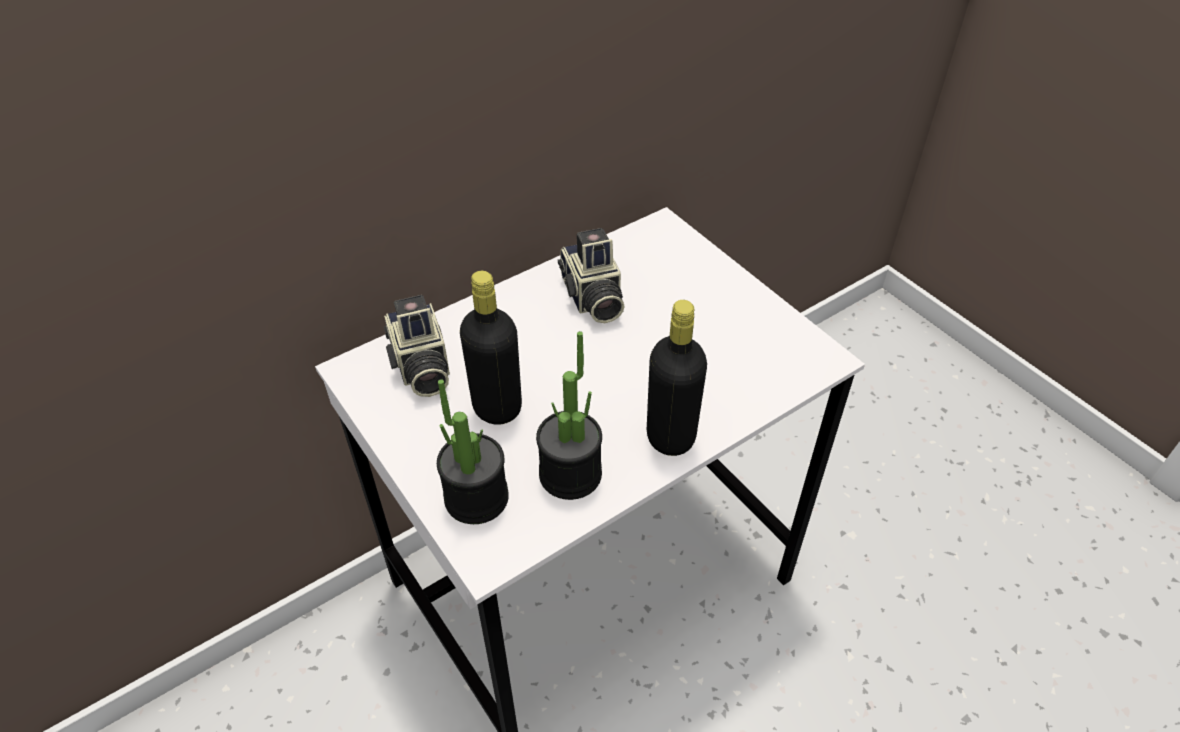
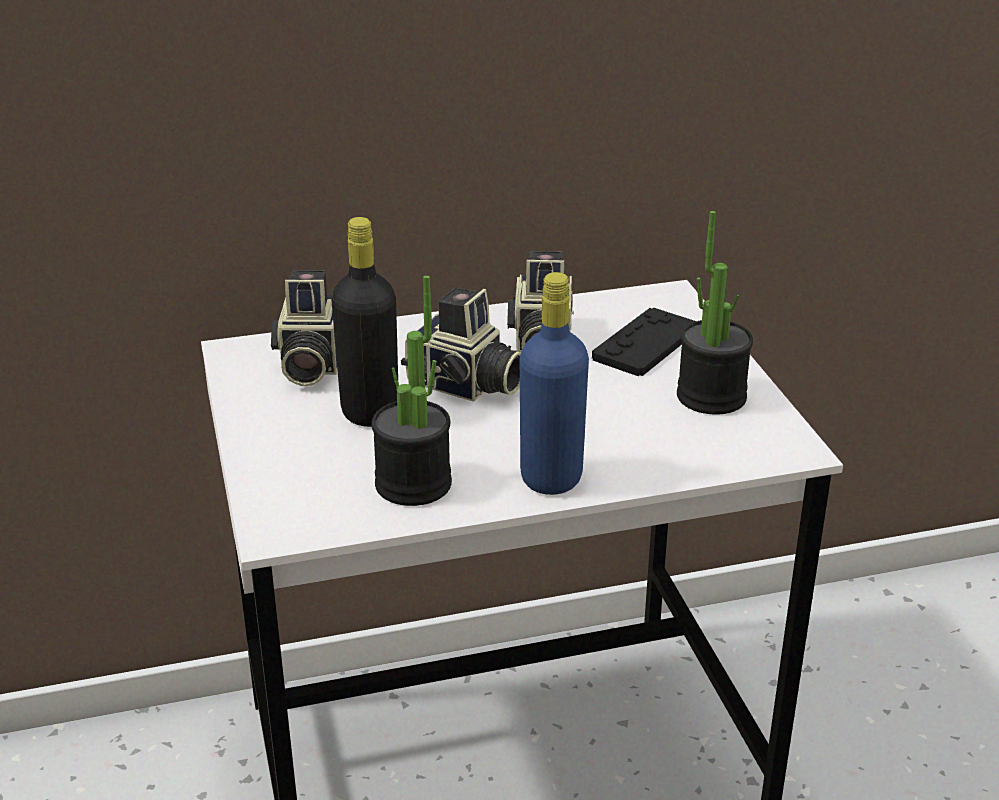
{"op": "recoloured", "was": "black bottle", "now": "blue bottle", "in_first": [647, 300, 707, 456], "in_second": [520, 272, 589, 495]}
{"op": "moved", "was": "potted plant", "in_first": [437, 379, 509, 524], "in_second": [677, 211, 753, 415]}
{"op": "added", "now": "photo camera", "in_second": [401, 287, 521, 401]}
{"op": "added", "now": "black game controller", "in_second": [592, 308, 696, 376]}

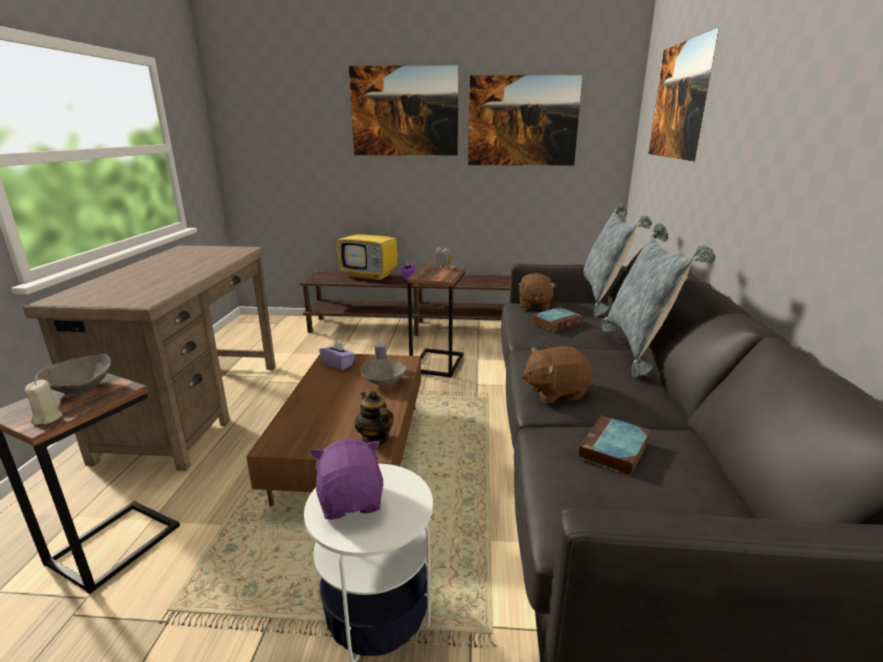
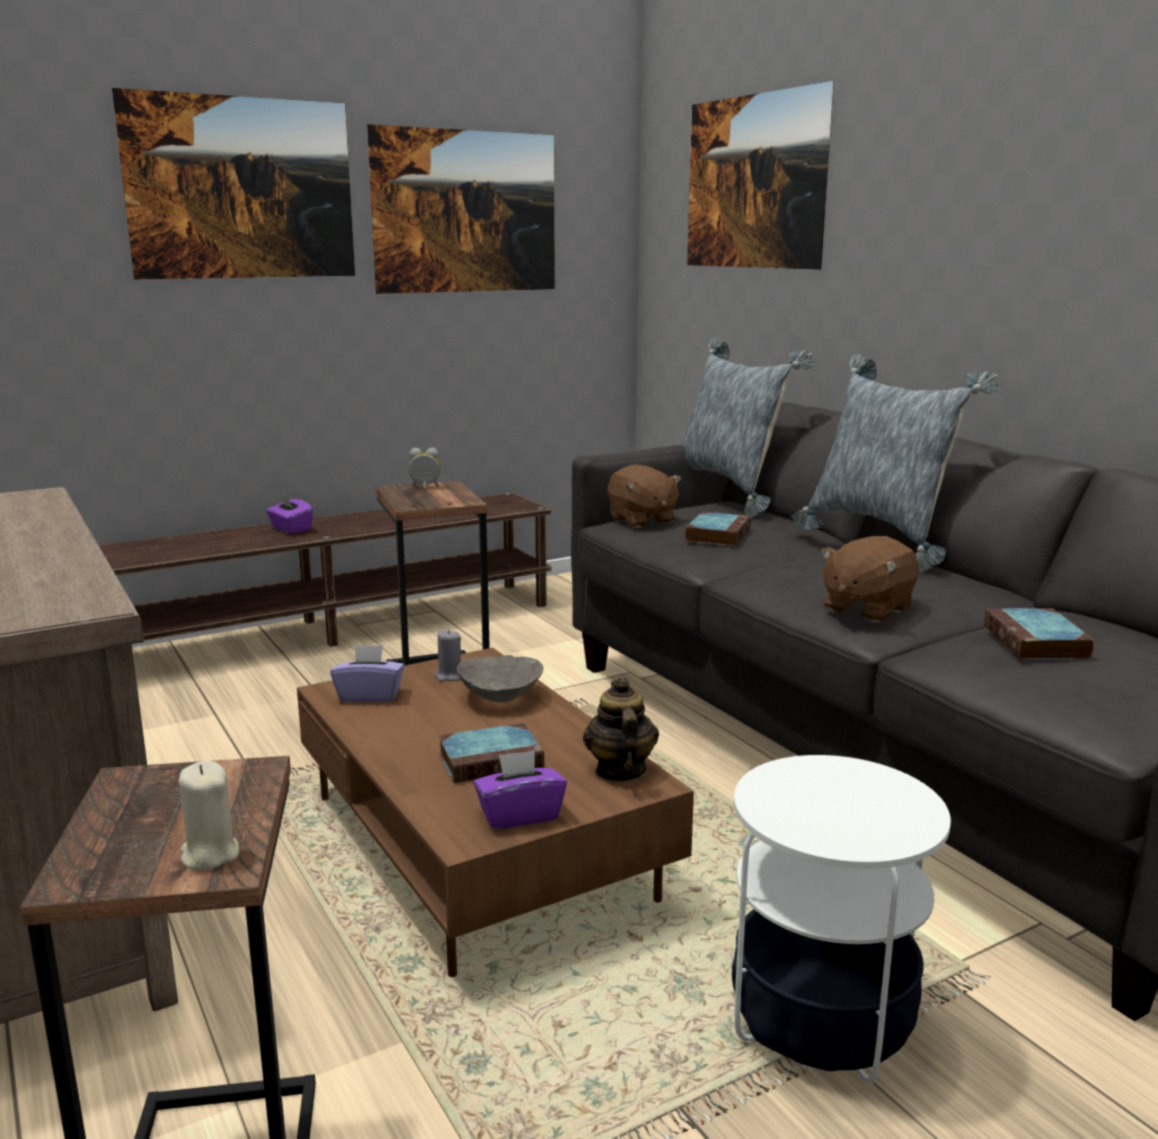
{"op": "removed", "was": "television", "in_first": [338, 214, 398, 281]}
{"op": "removed", "was": "grey bowl", "in_first": [35, 354, 111, 394]}
{"op": "turned", "was": "teapot", "in_first": [355, 391, 394, 445], "in_second": [583, 676, 659, 782], "clockwise": 60}
{"op": "removed", "was": "purple plush toy", "in_first": [310, 439, 383, 520]}
{"op": "added", "now": "book", "in_second": [438, 723, 544, 783]}
{"op": "added", "now": "purple tissue box", "in_second": [473, 750, 567, 830]}

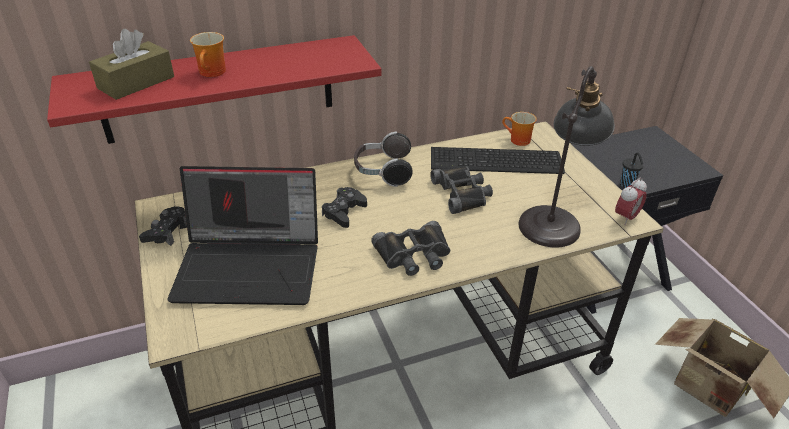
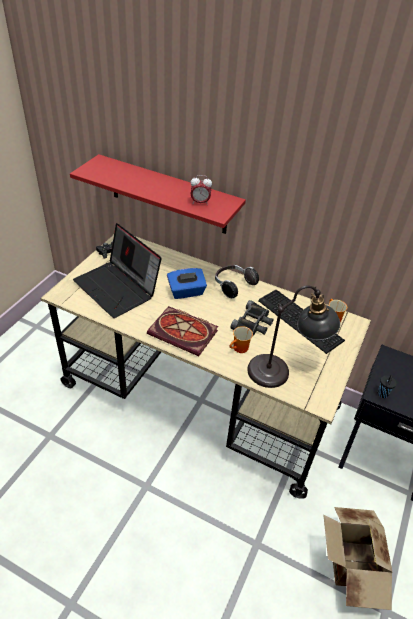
{"op": "removed", "was": "brown tissue box", "in_first": [89, 29, 174, 100]}
{"op": "moved", "was": "mug", "in_first": [190, 32, 226, 77], "in_second": [230, 326, 253, 353]}
{"op": "moved", "was": "alarm clock", "in_first": [615, 177, 647, 225], "in_second": [190, 175, 212, 205]}
{"op": "replaced", "was": "black game controller", "now": "blue tissue box", "in_first": [322, 187, 367, 228], "in_second": [167, 268, 207, 299]}
{"op": "replaced", "was": "black binoculars", "now": "book", "in_first": [371, 221, 450, 276], "in_second": [147, 306, 218, 356]}

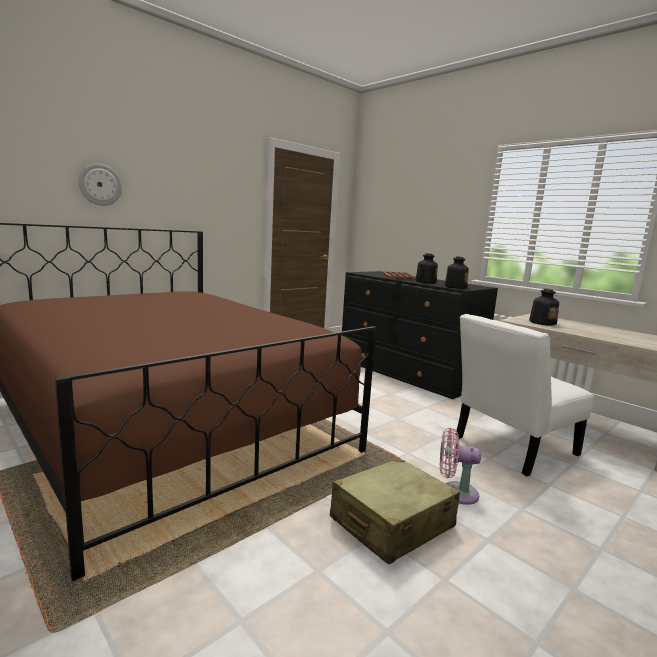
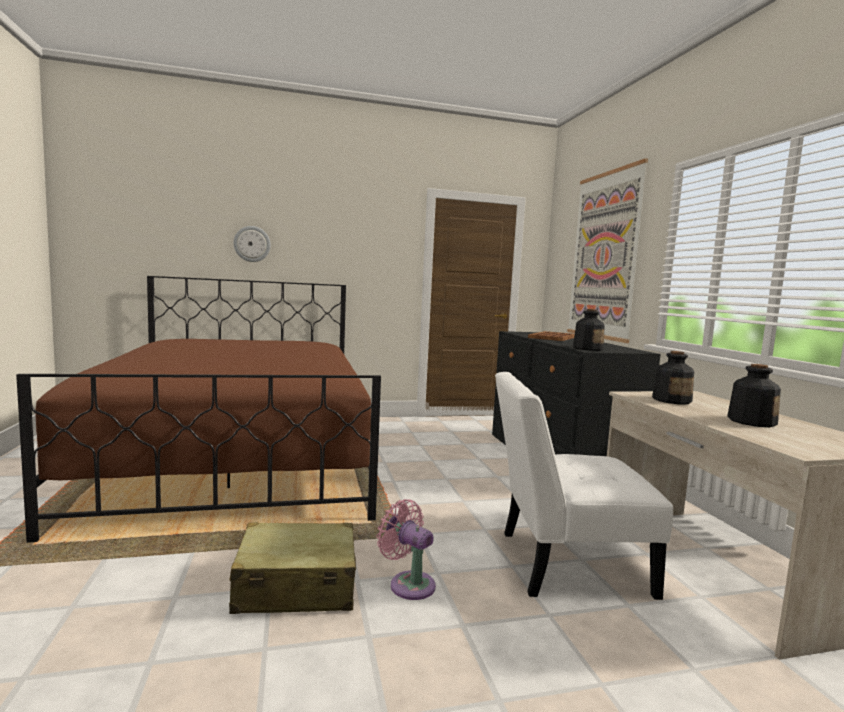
{"op": "moved", "was": "bottle", "in_first": [415, 253, 438, 283], "in_second": [727, 364, 781, 427]}
{"op": "added", "now": "picture", "in_second": [567, 158, 648, 343]}

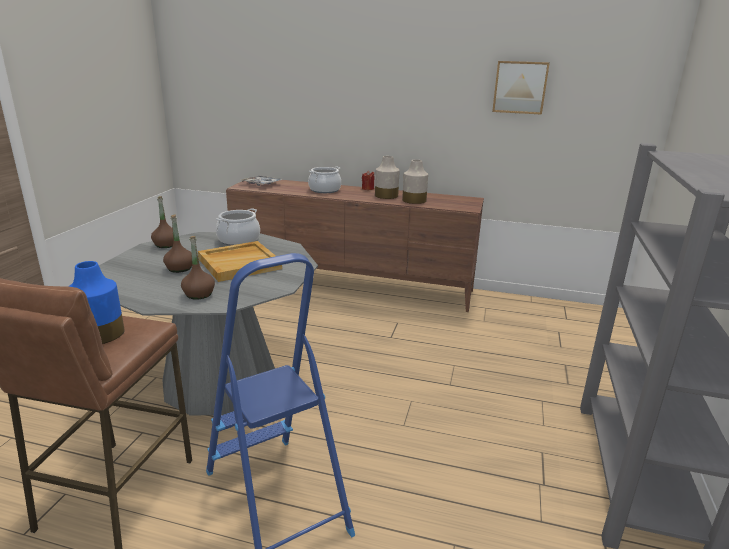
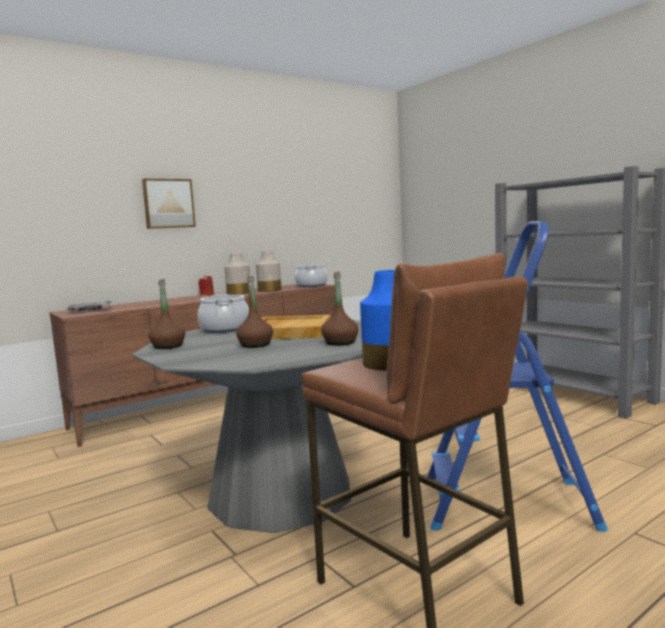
{"op": "moved", "was": "picture", "in_first": [492, 61, 550, 115], "in_second": [142, 179, 196, 229]}
{"op": "moved", "was": "cooking pot", "in_first": [308, 167, 341, 193], "in_second": [295, 264, 328, 287]}

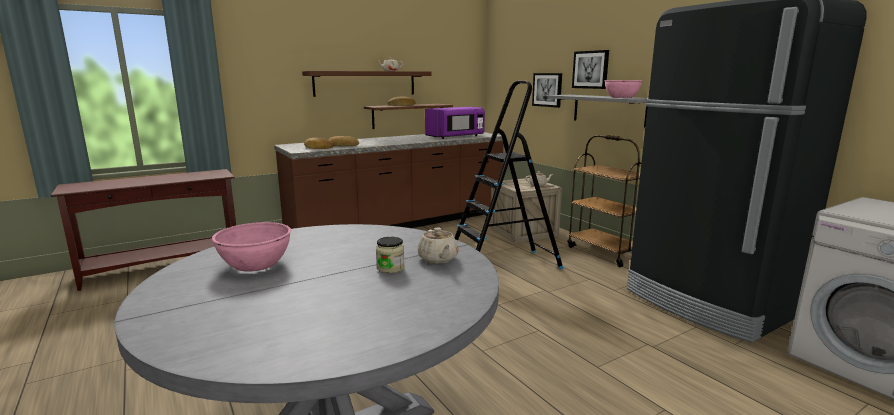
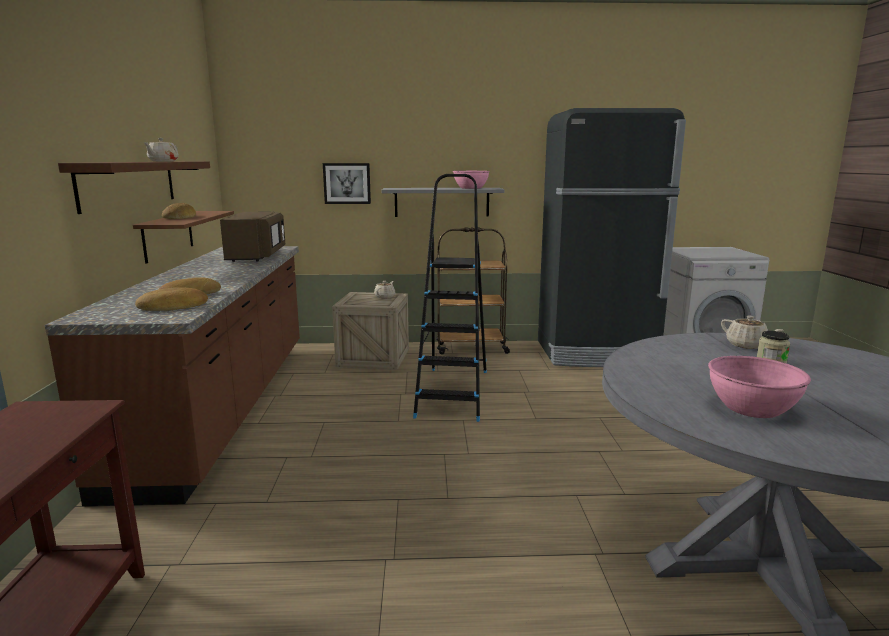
{"op": "removed", "was": "picture", "in_first": [572, 50, 609, 89]}
{"op": "recoloured", "was": "purple microwave", "now": "brown microwave", "in_first": [425, 107, 485, 139], "in_second": [220, 212, 285, 262]}
{"op": "turned", "was": "beige teapot", "in_first": [417, 228, 458, 264], "in_second": [721, 316, 783, 349], "clockwise": 45}

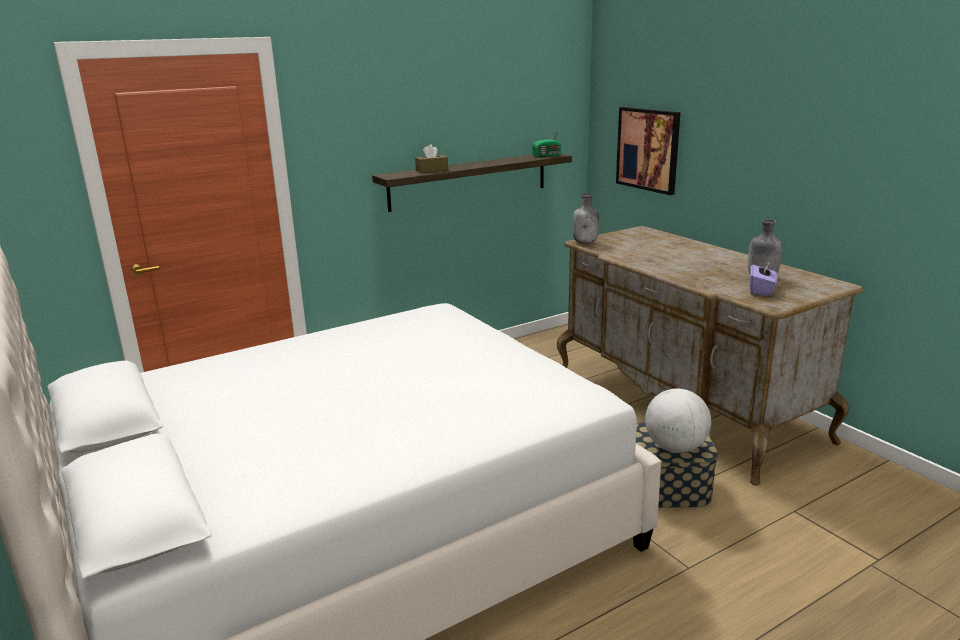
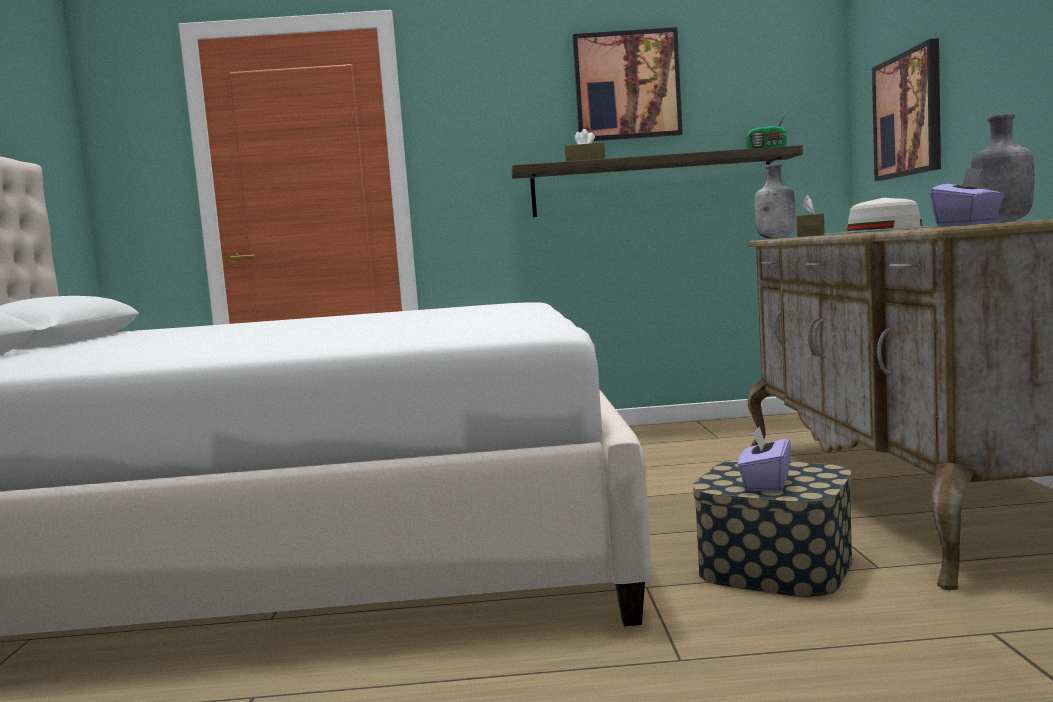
{"op": "replaced", "was": "globe", "now": "purple tissue box", "in_first": [645, 389, 711, 453], "in_second": [738, 427, 791, 492]}
{"op": "added", "now": "picture", "in_second": [572, 27, 683, 141]}
{"op": "added", "now": "brown tissue box", "in_second": [797, 195, 825, 237]}
{"op": "added", "now": "white hat", "in_second": [825, 198, 938, 234]}

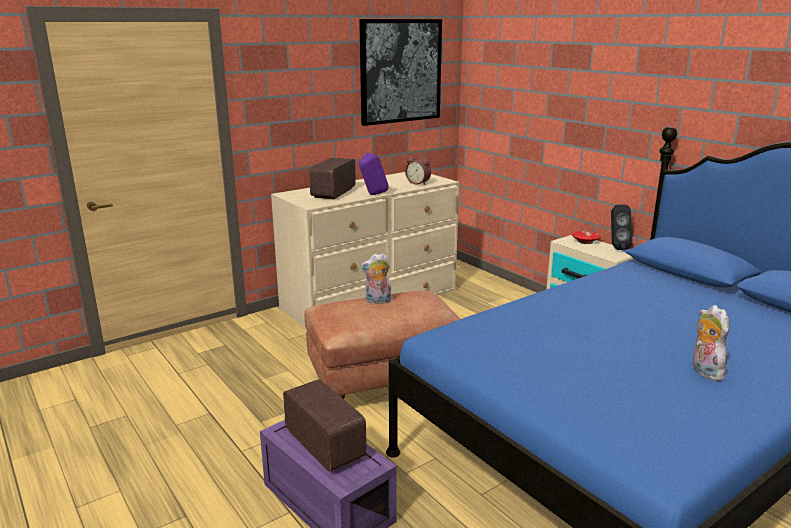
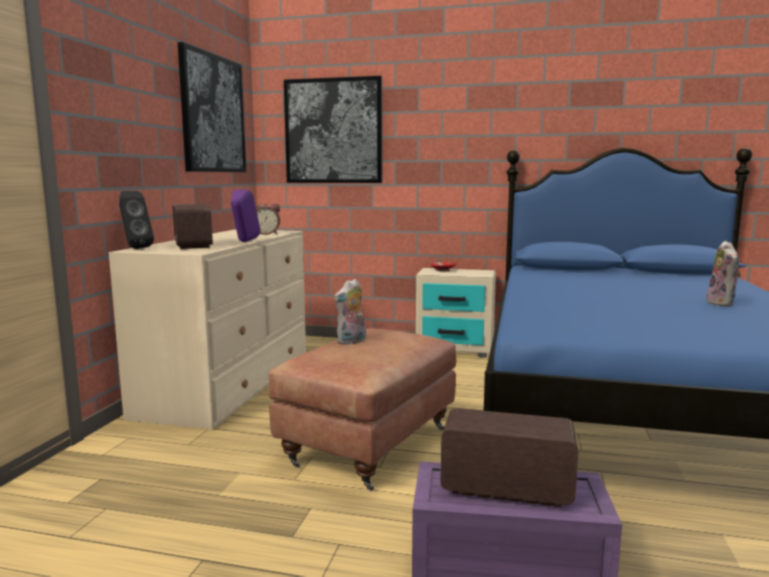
{"op": "moved", "was": "black speaker", "in_first": [611, 204, 633, 250], "in_second": [119, 191, 154, 249]}
{"op": "turned", "was": "plush toy", "in_first": [693, 305, 729, 381], "in_second": [706, 241, 741, 307], "clockwise": -120}
{"op": "added", "now": "picture", "in_second": [284, 76, 382, 183]}

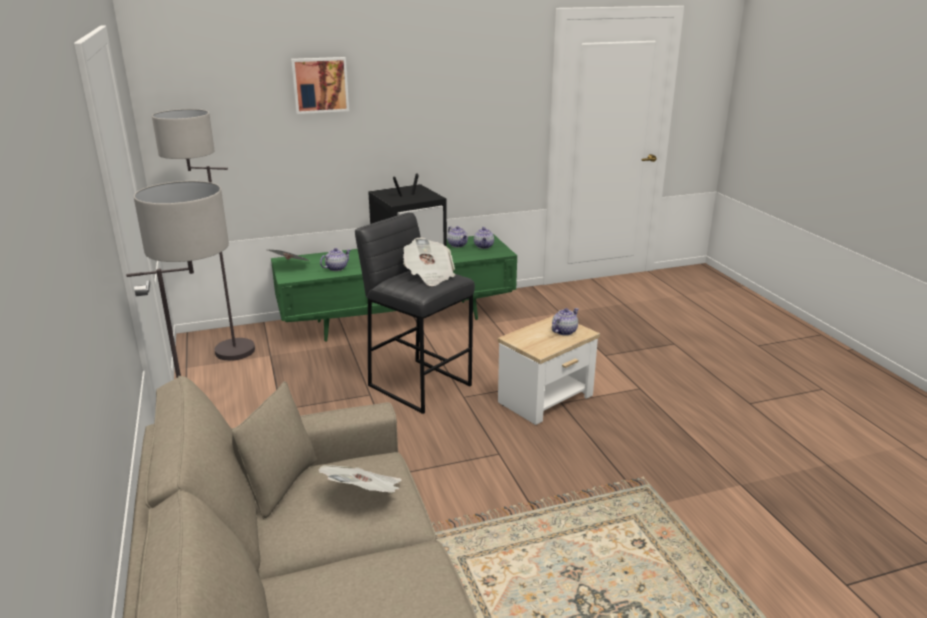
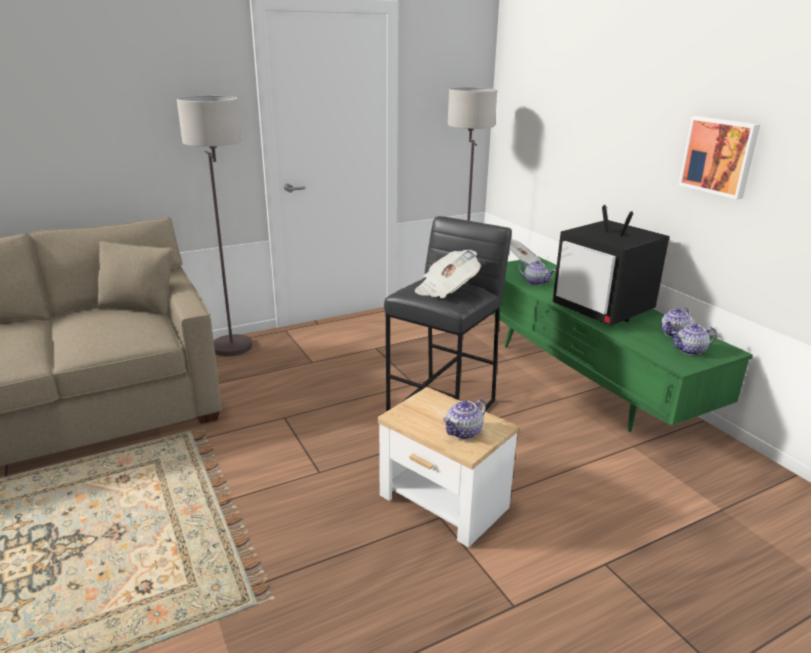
{"op": "moved", "was": "picture", "in_first": [291, 57, 349, 114], "in_second": [678, 116, 760, 199]}
{"op": "turned", "was": "teapot", "in_first": [552, 308, 579, 335], "in_second": [443, 398, 486, 439], "clockwise": 105}
{"op": "removed", "was": "newspaper", "in_first": [318, 465, 402, 493]}

